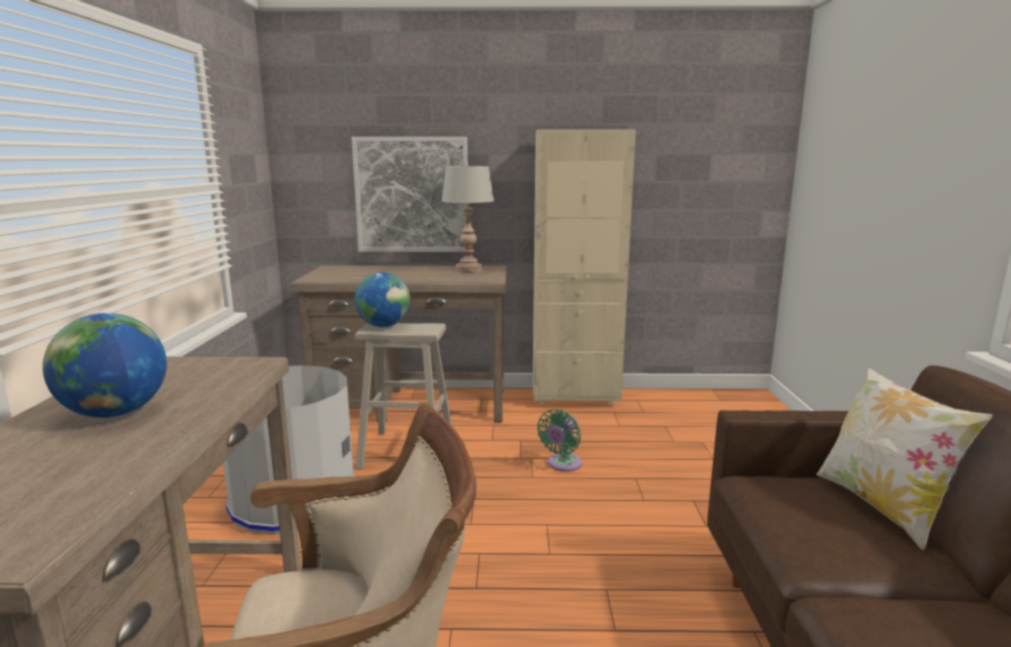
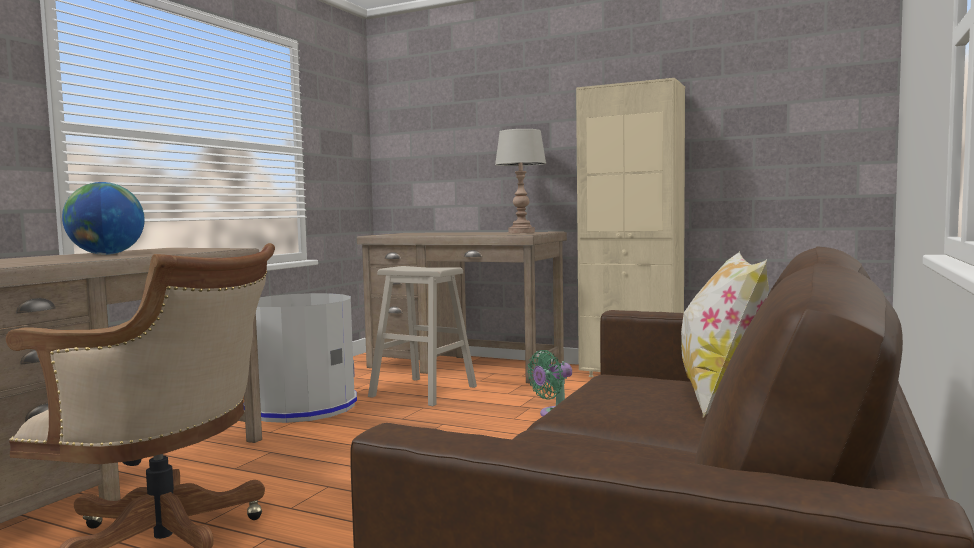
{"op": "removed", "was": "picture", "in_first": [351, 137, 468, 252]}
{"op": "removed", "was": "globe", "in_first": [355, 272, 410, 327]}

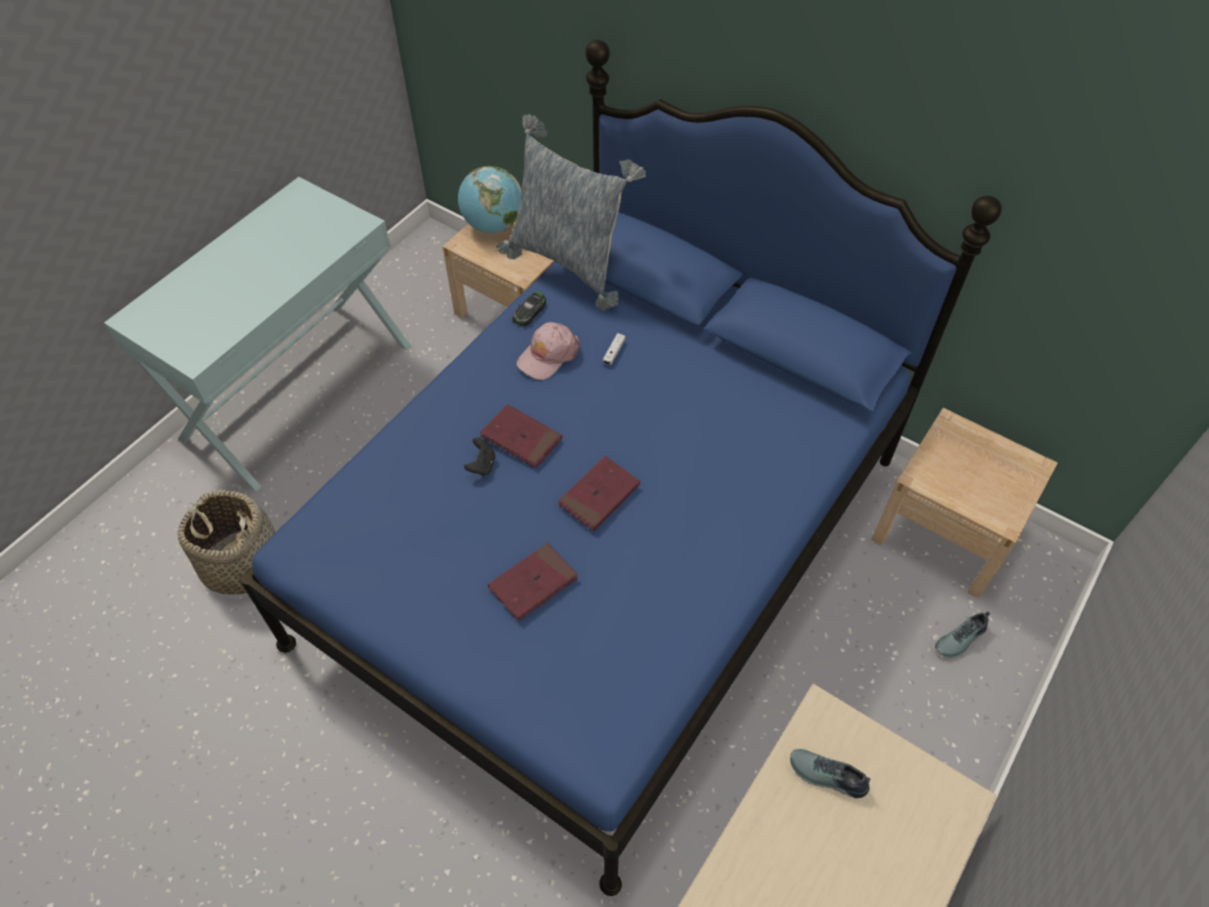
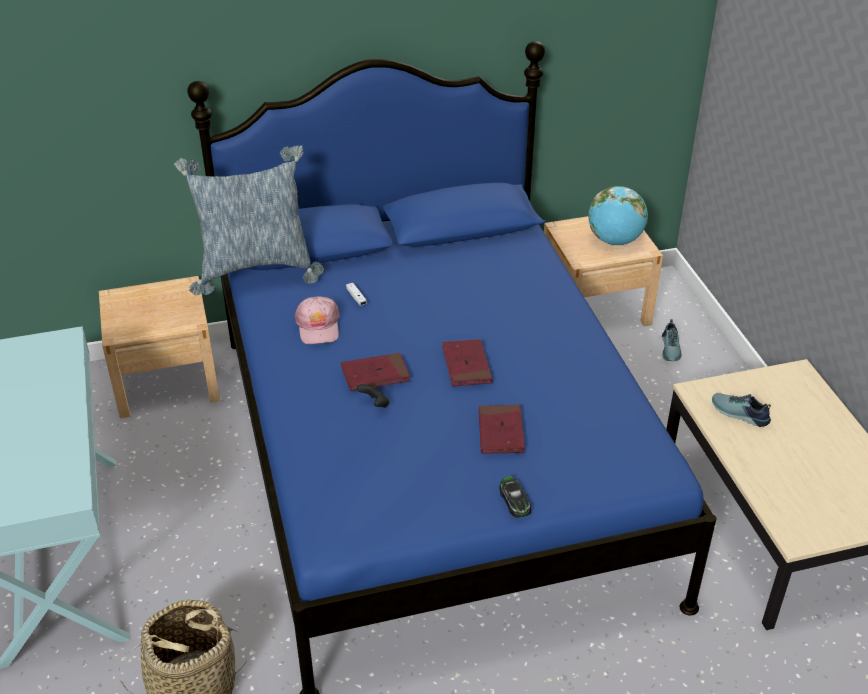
{"op": "moved", "was": "globe", "in_first": [458, 166, 522, 233], "in_second": [588, 186, 648, 245]}
{"op": "moved", "was": "toy car", "in_first": [512, 291, 546, 327], "in_second": [499, 476, 531, 518]}
{"op": "turned", "was": "shoe", "in_first": [790, 749, 870, 798], "in_second": [712, 393, 771, 427], "clockwise": 60}

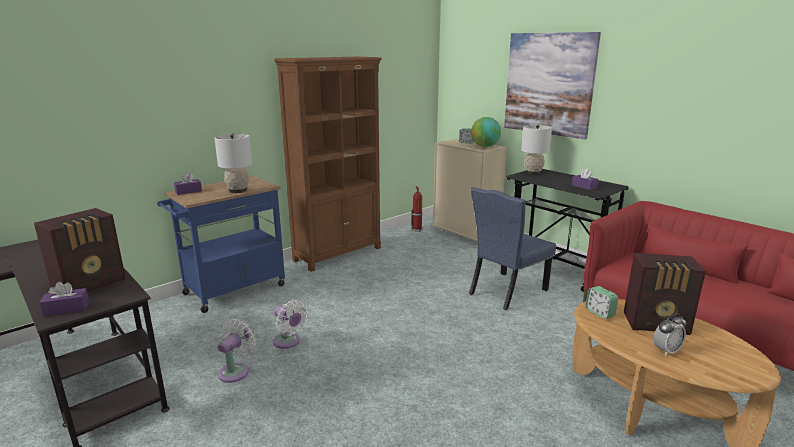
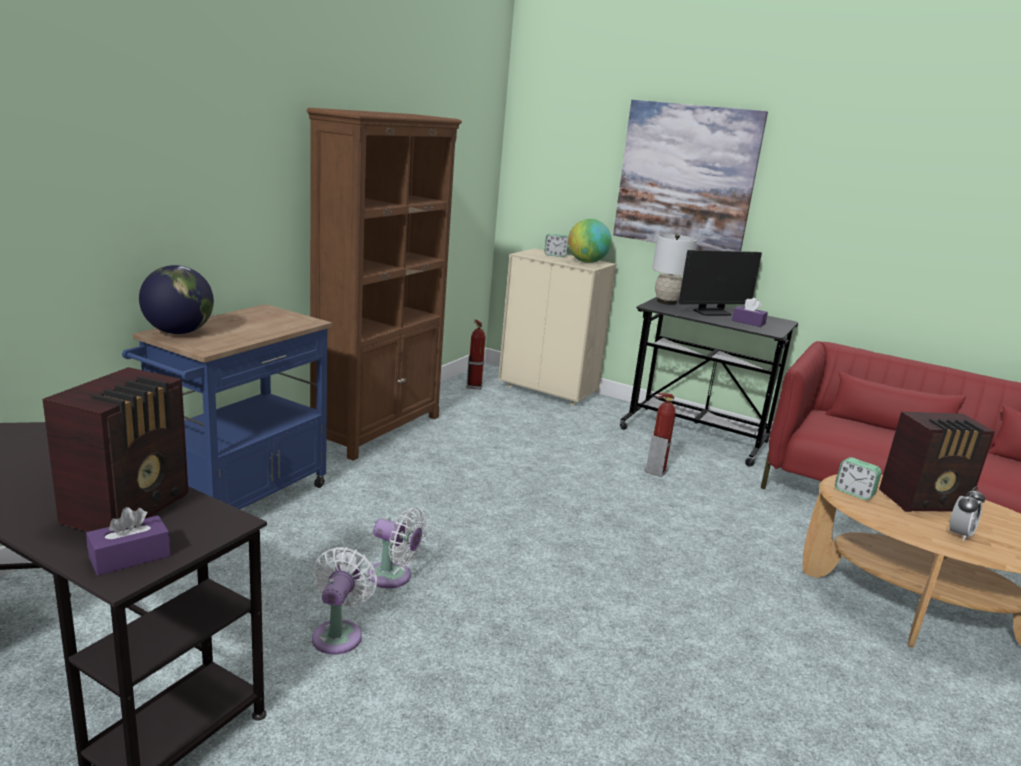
{"op": "removed", "was": "white table lamp", "in_first": [214, 134, 252, 193]}
{"op": "replaced", "was": "purple tissue box", "now": "globe", "in_first": [174, 172, 202, 195], "in_second": [139, 265, 214, 334]}
{"op": "replaced", "was": "blue chair", "now": "fire extinguisher", "in_first": [469, 187, 556, 310], "in_second": [645, 393, 676, 477]}
{"op": "added", "now": "monitor", "in_second": [679, 250, 762, 316]}

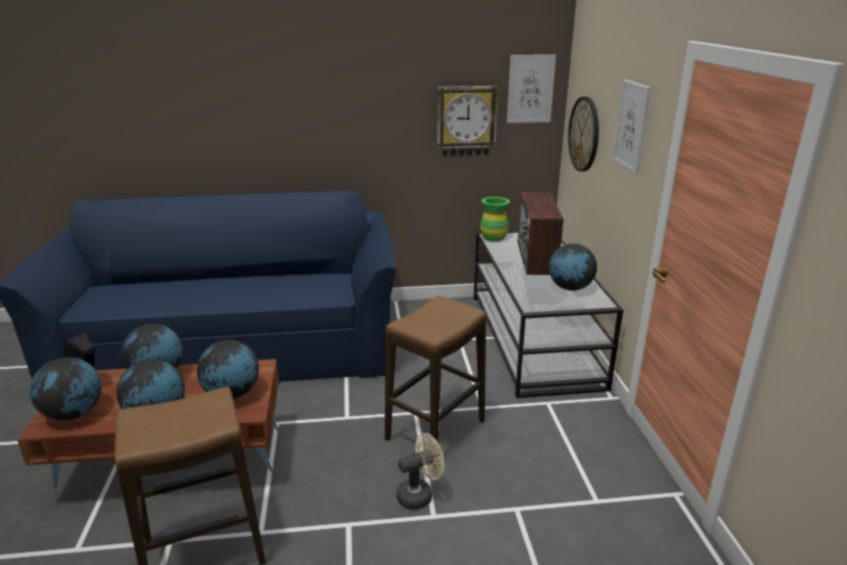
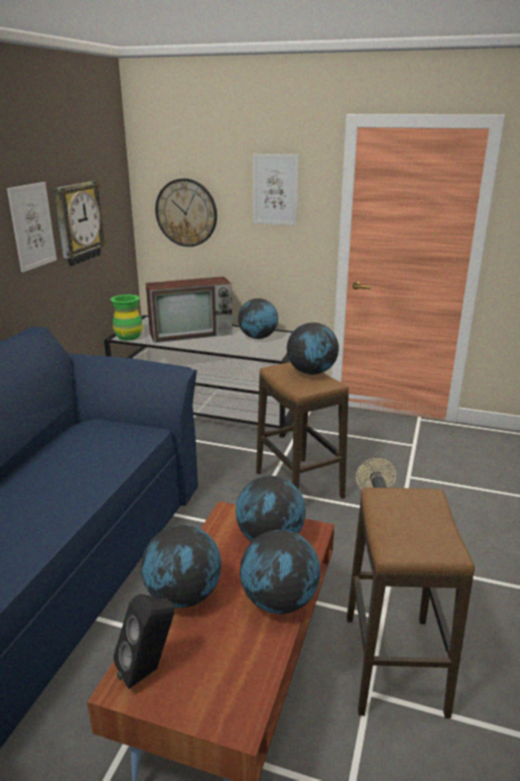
{"op": "moved", "was": "picture", "in_first": [507, 55, 556, 123], "in_second": [7, 182, 57, 272]}
{"op": "turned", "was": "television", "in_first": [518, 192, 564, 275], "in_second": [146, 277, 232, 343], "clockwise": -45}
{"op": "moved", "was": "globe", "in_first": [30, 357, 101, 421], "in_second": [287, 322, 339, 375]}

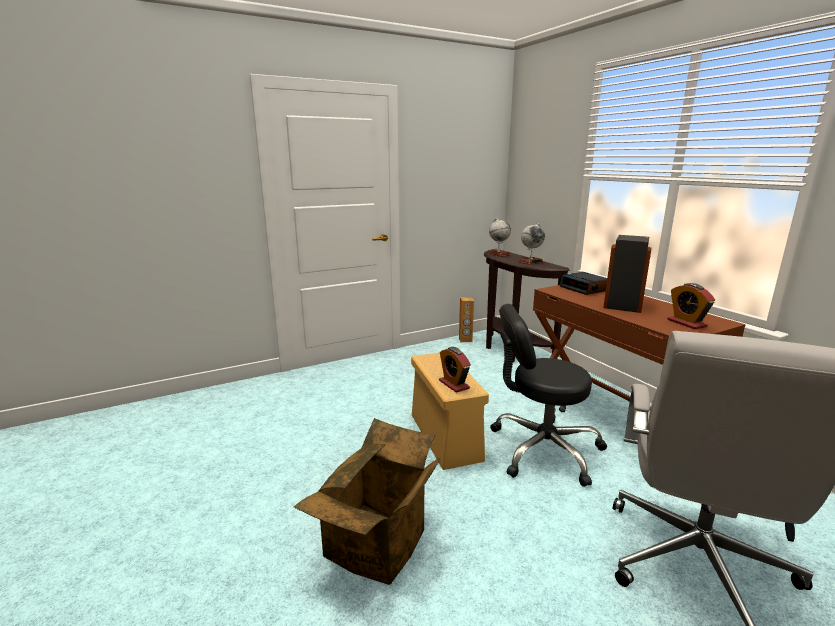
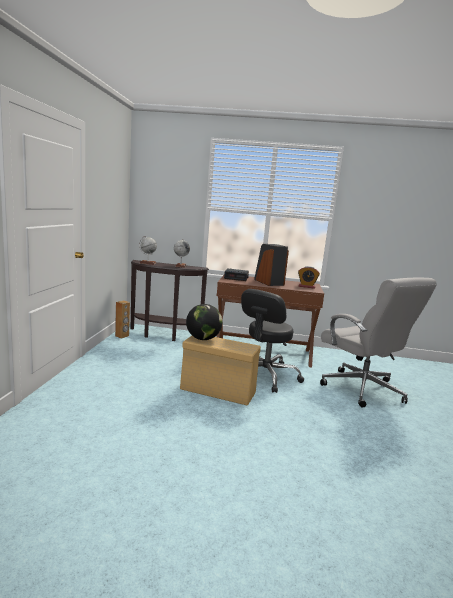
{"op": "removed", "was": "alarm clock", "in_first": [439, 347, 471, 393]}
{"op": "removed", "was": "cardboard box", "in_first": [294, 418, 440, 585]}
{"op": "added", "now": "globe", "in_second": [186, 304, 222, 340]}

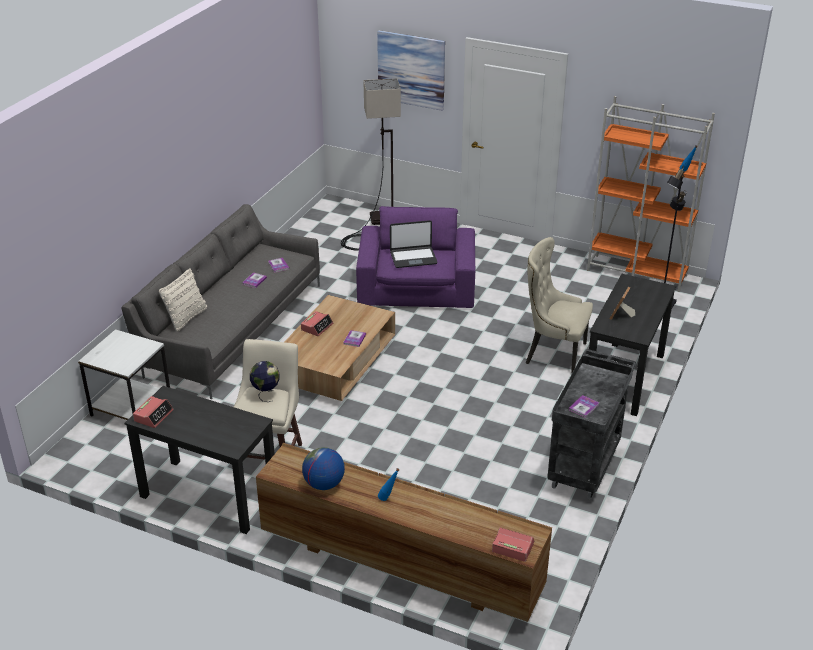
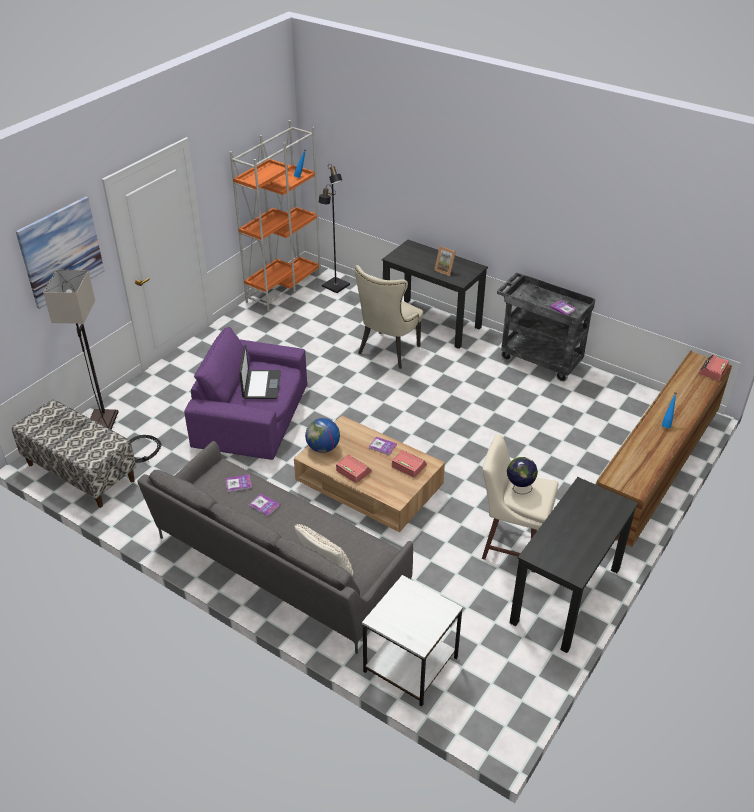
{"op": "moved", "was": "alarm clock", "in_first": [133, 396, 174, 428], "in_second": [392, 450, 427, 478]}
{"op": "moved", "was": "globe", "in_first": [302, 447, 345, 490], "in_second": [305, 418, 340, 453]}
{"op": "added", "now": "bench", "in_second": [12, 400, 136, 508]}

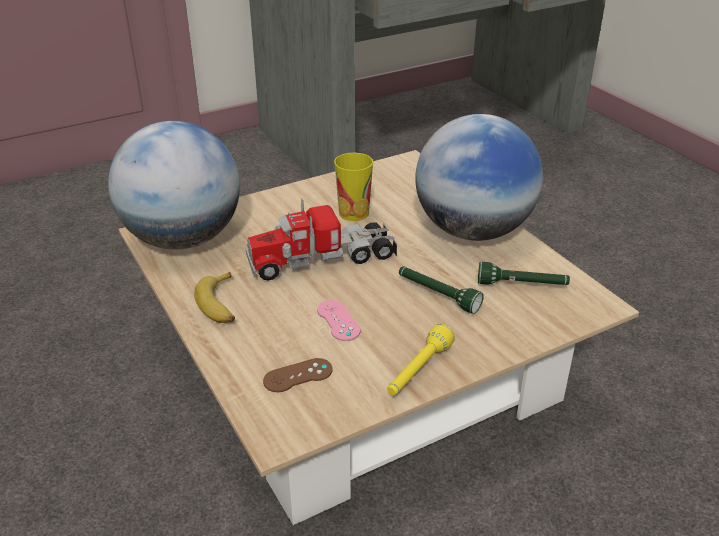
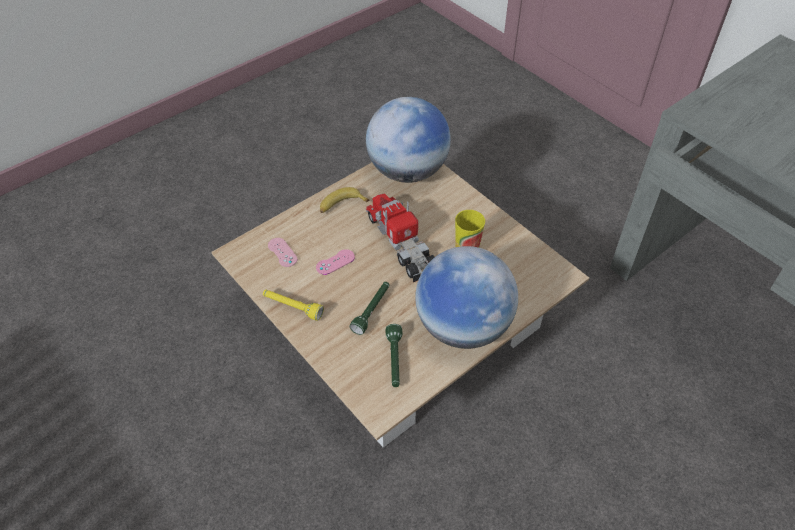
{"op": "recoloured", "was": "brown game controller", "now": "pink game controller", "in_first": [263, 358, 333, 392], "in_second": [268, 238, 297, 267]}

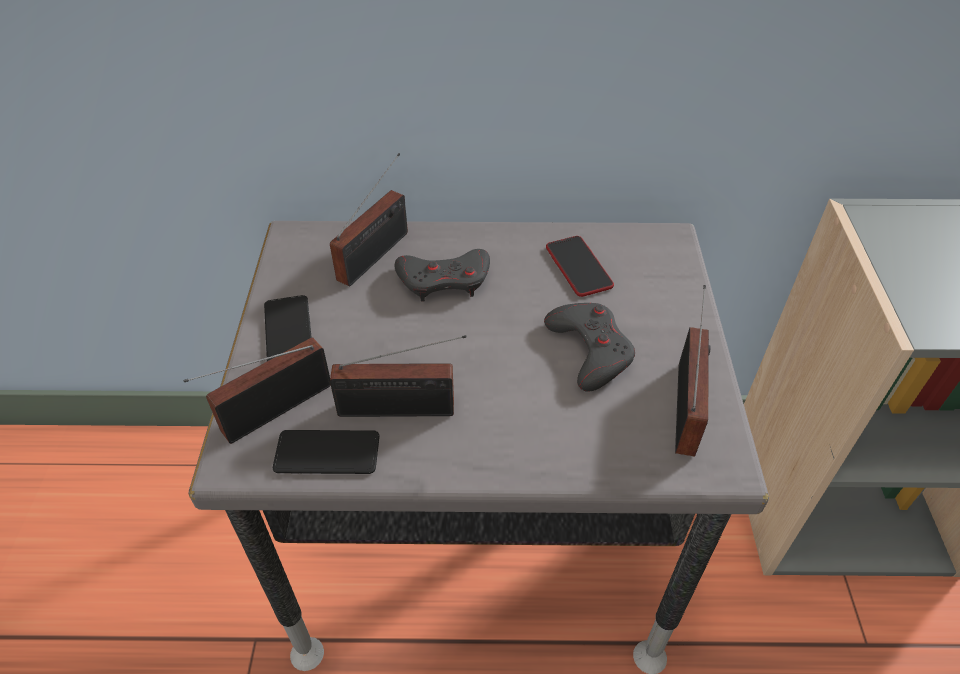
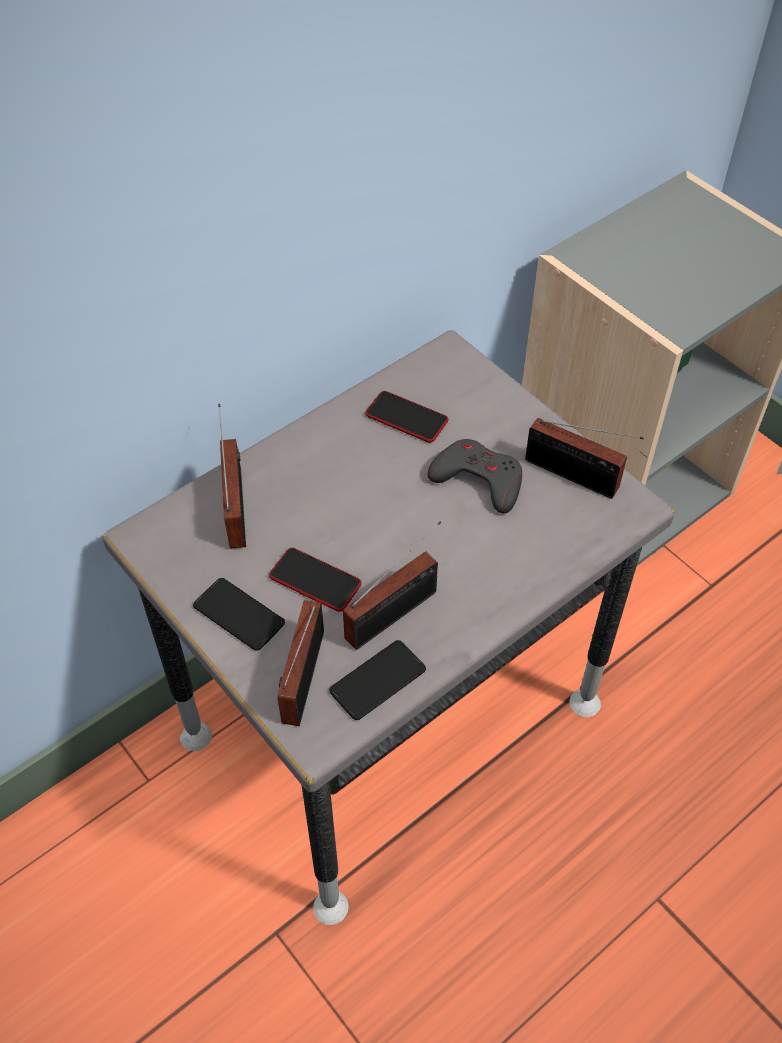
{"op": "removed", "was": "grey game controller", "in_first": [395, 249, 490, 302]}
{"op": "turned", "was": "radio", "in_first": [675, 285, 711, 456], "in_second": [525, 418, 644, 499], "clockwise": 150}
{"op": "added", "now": "phone", "in_second": [269, 548, 361, 612]}

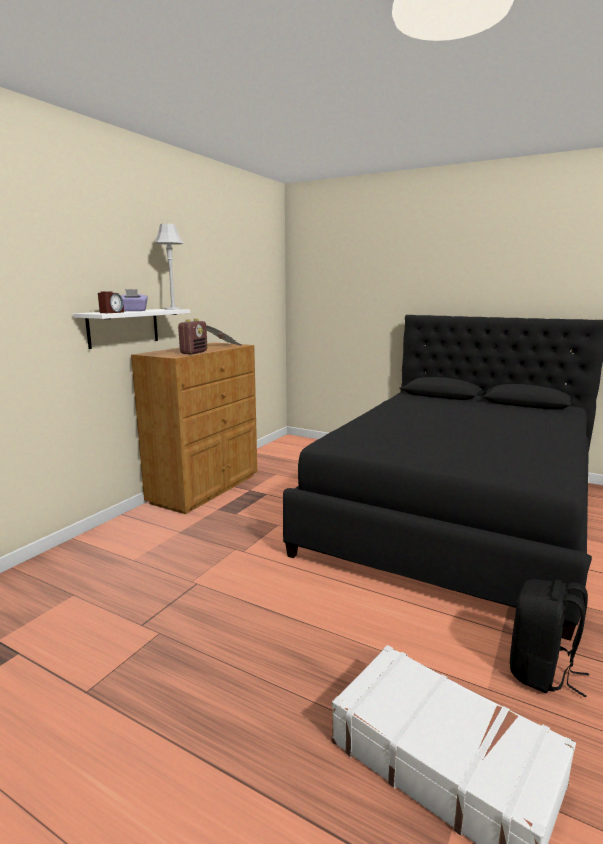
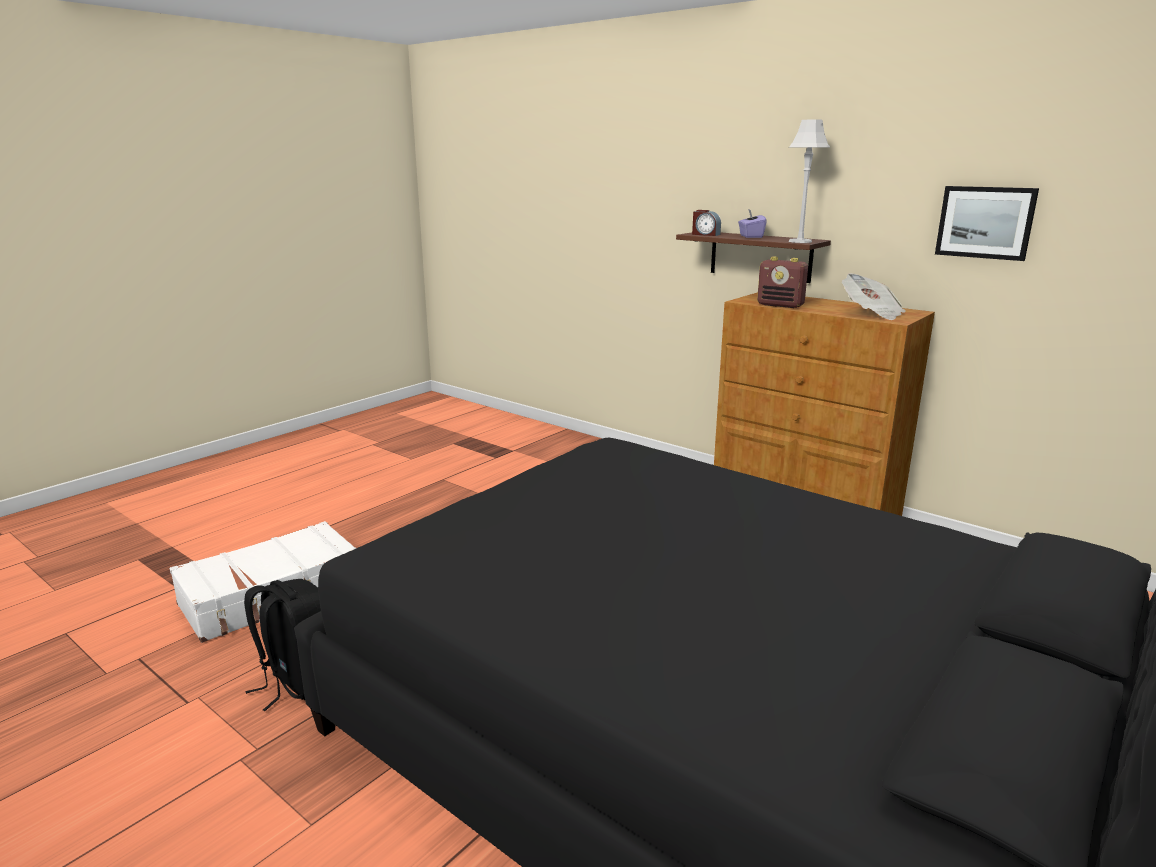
{"op": "recoloured", "was": "white shelf", "now": "brown shelf", "in_first": [73, 309, 190, 349], "in_second": [676, 233, 831, 283]}
{"op": "added", "now": "picture", "in_second": [935, 186, 1039, 261]}

